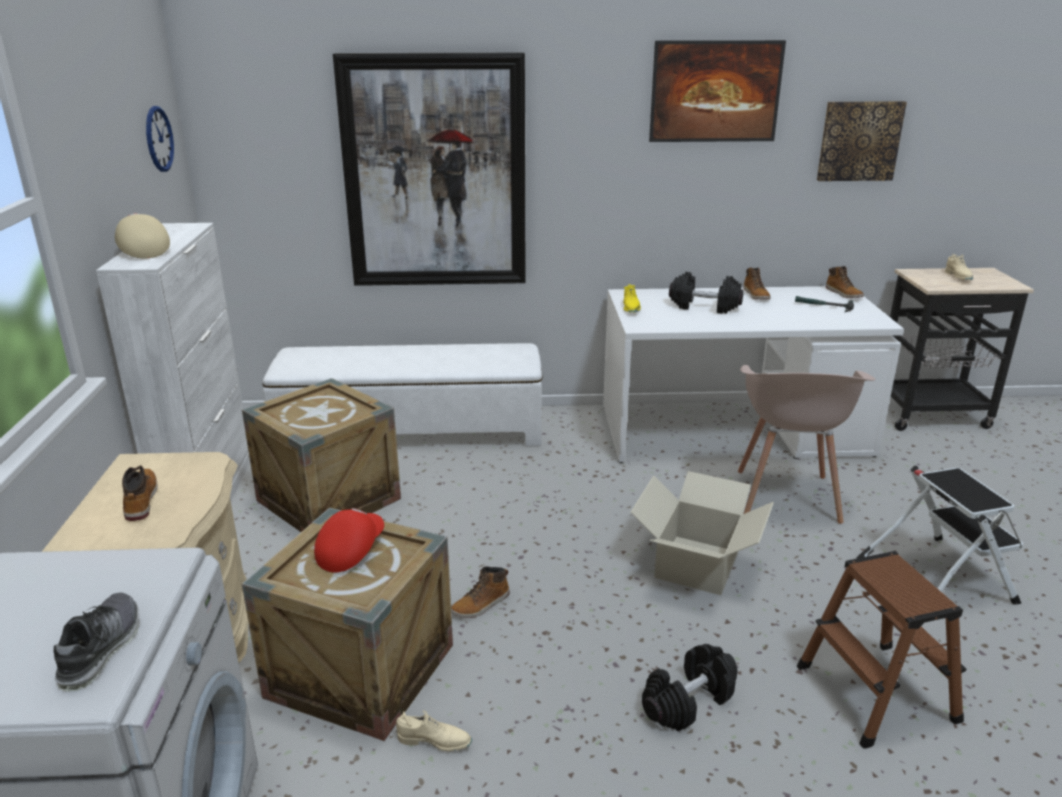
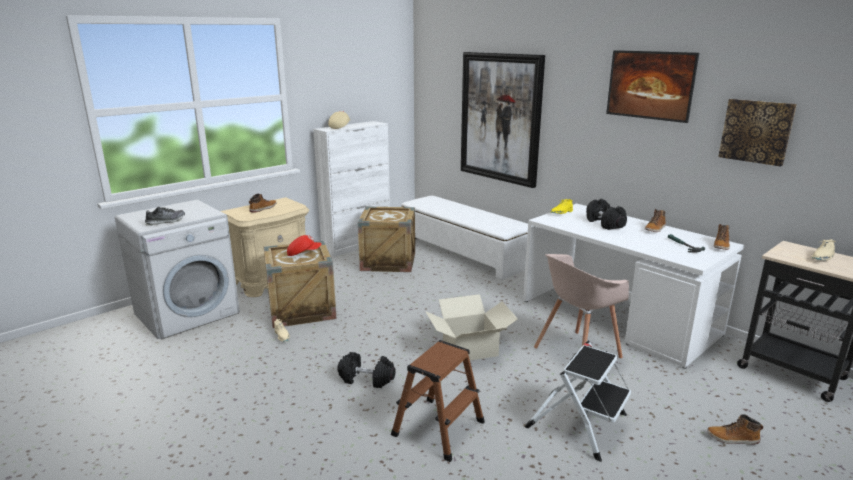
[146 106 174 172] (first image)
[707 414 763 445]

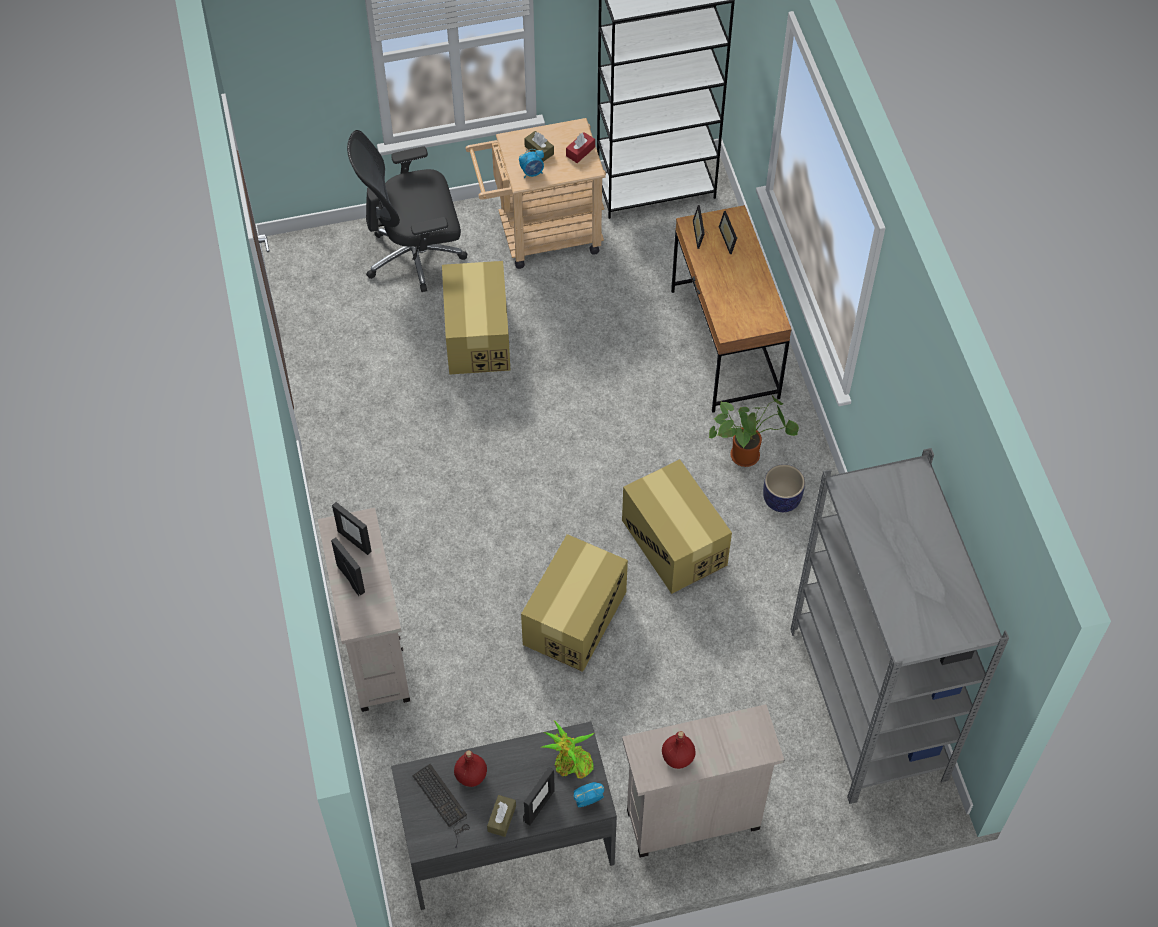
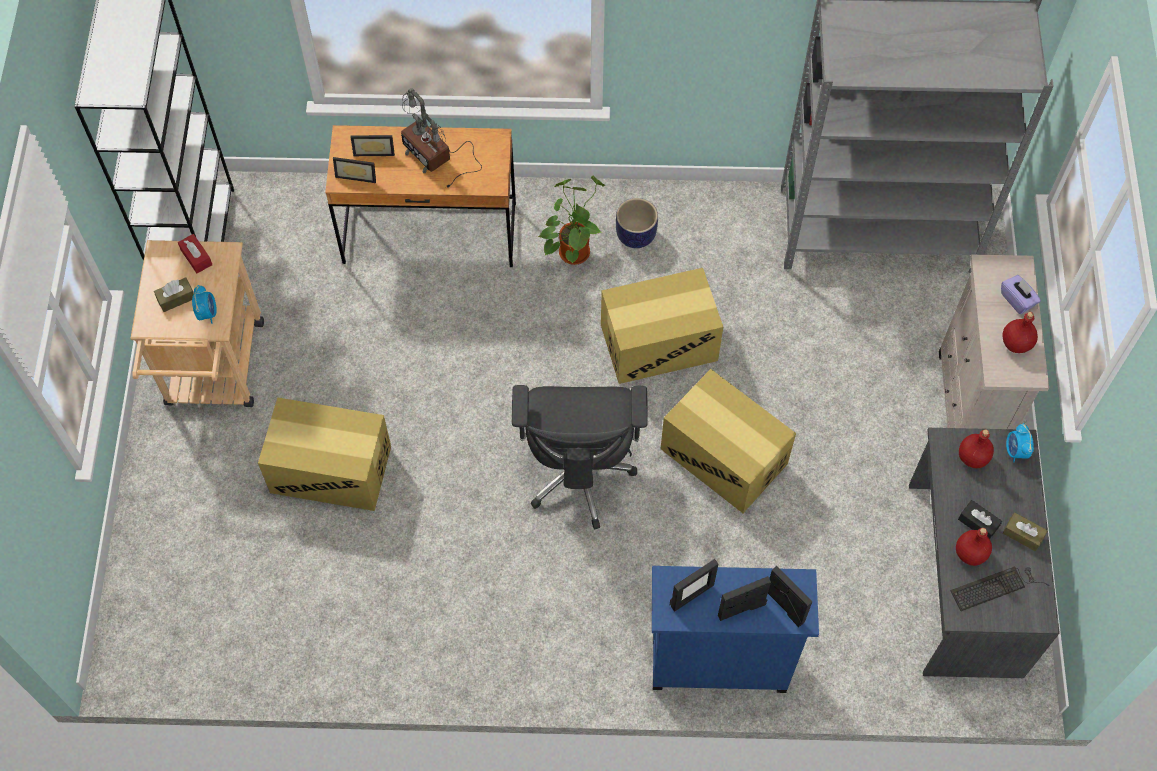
[512 385 648 529]
[652 566 819 693]
[959 429 994 468]
[768 566 813 627]
[401 88 482 188]
[1001 275 1041 314]
[958 500 1002 539]

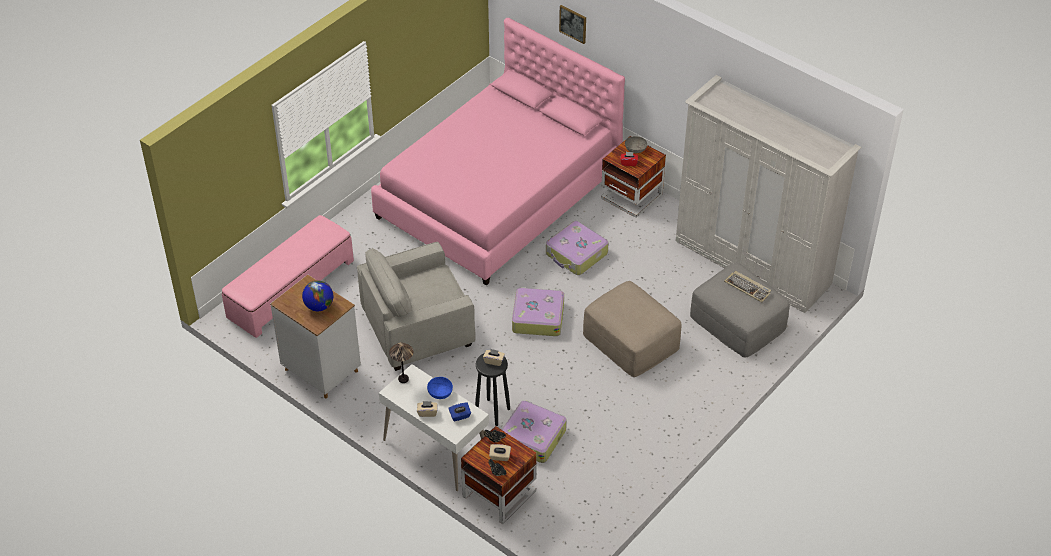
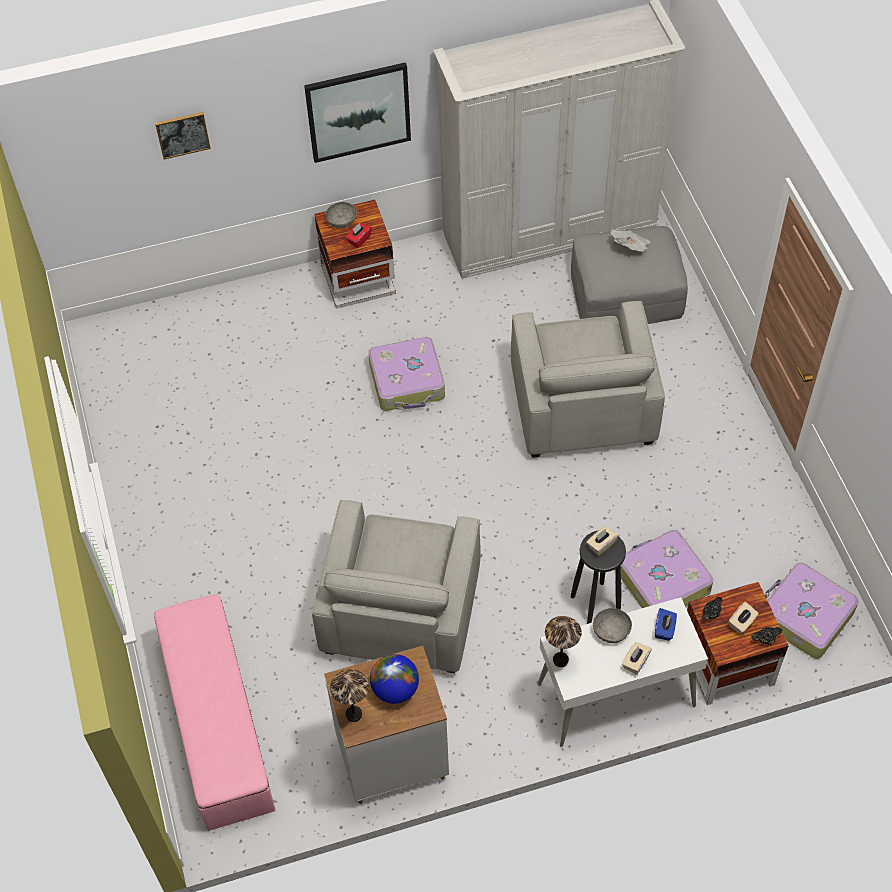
[371 18 625 286] (first image)
[611 229 650 252]
[511 301 665 458]
[765 562 859 659]
[593 608 632 643]
[304 62 411 163]
[330 669 369 722]

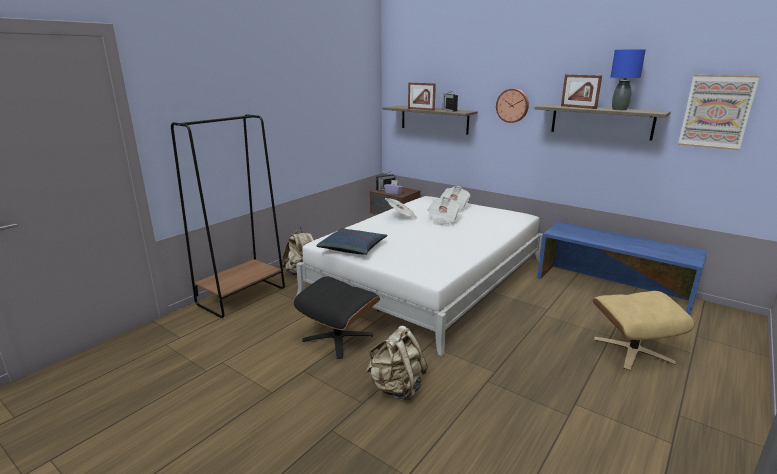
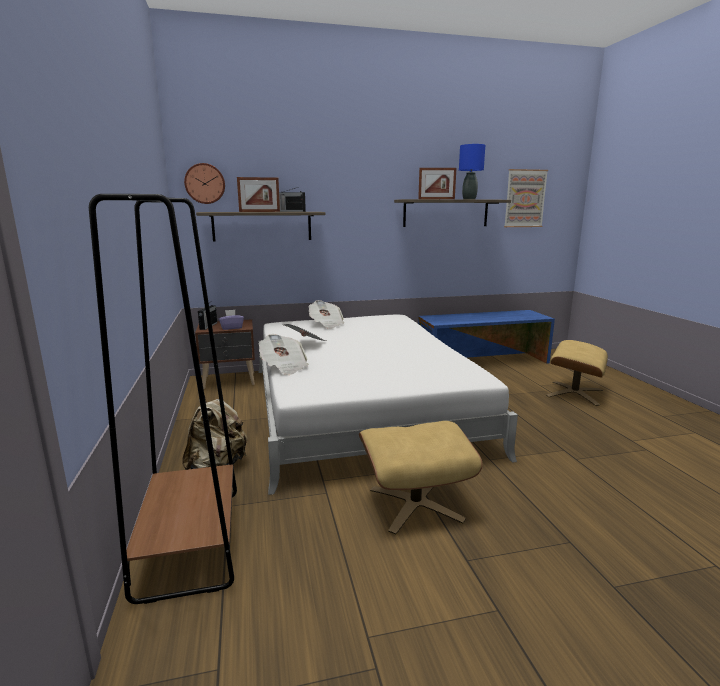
[184 163 225 204]
[258 334 309 375]
[316 228 387 255] (first image)
[359 421 483 535]
[366 325 428 402] (first image)

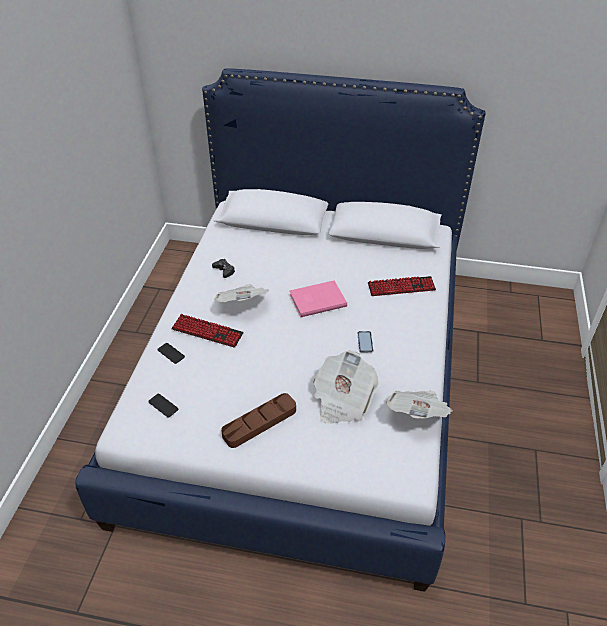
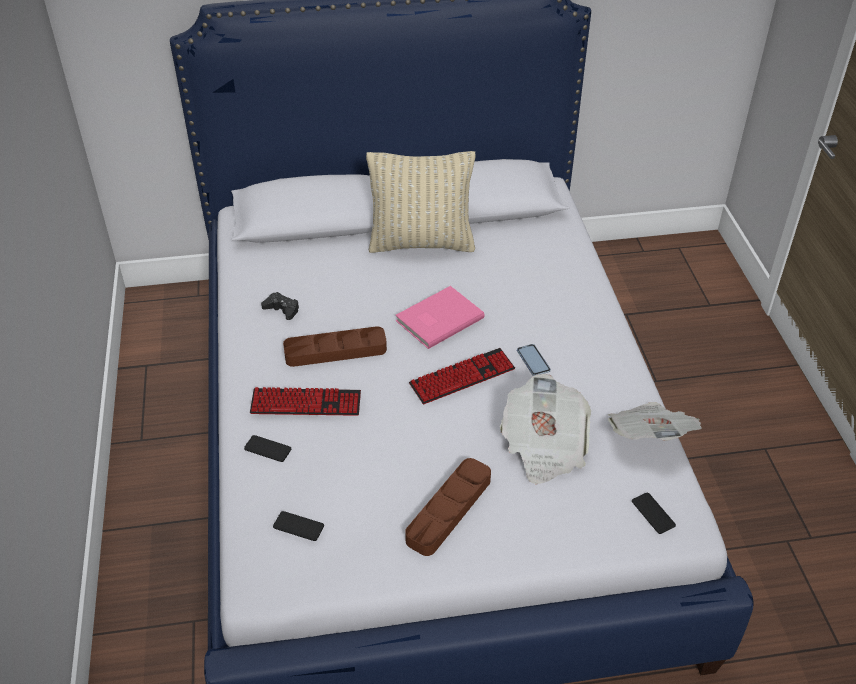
[409 348 515 404]
[283 326 387 367]
[366 151 476 253]
[632 493 676 534]

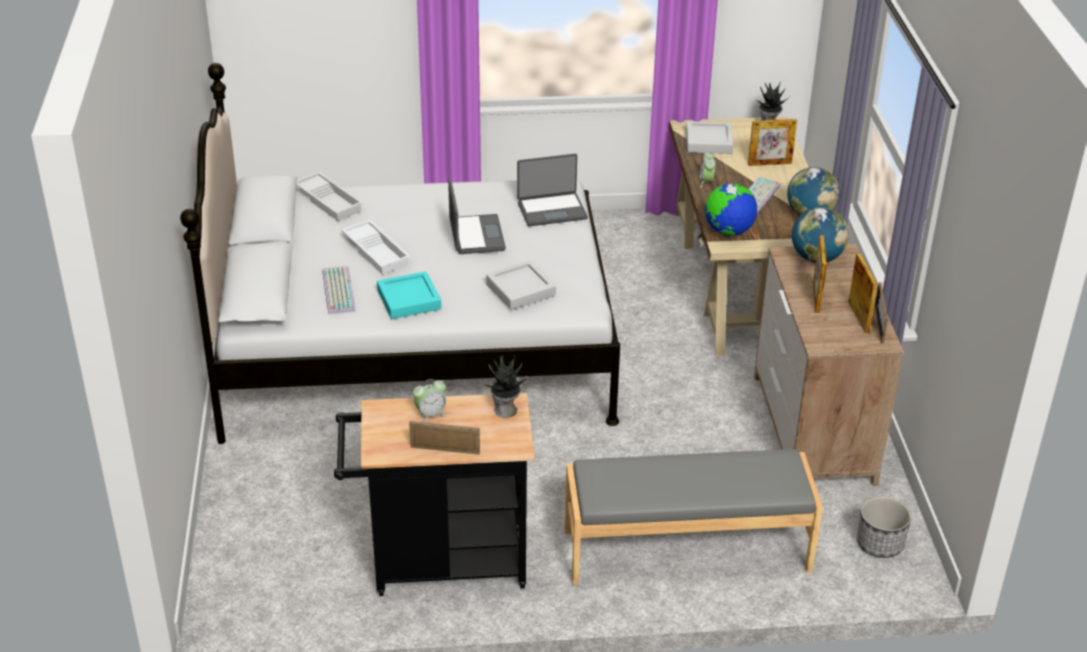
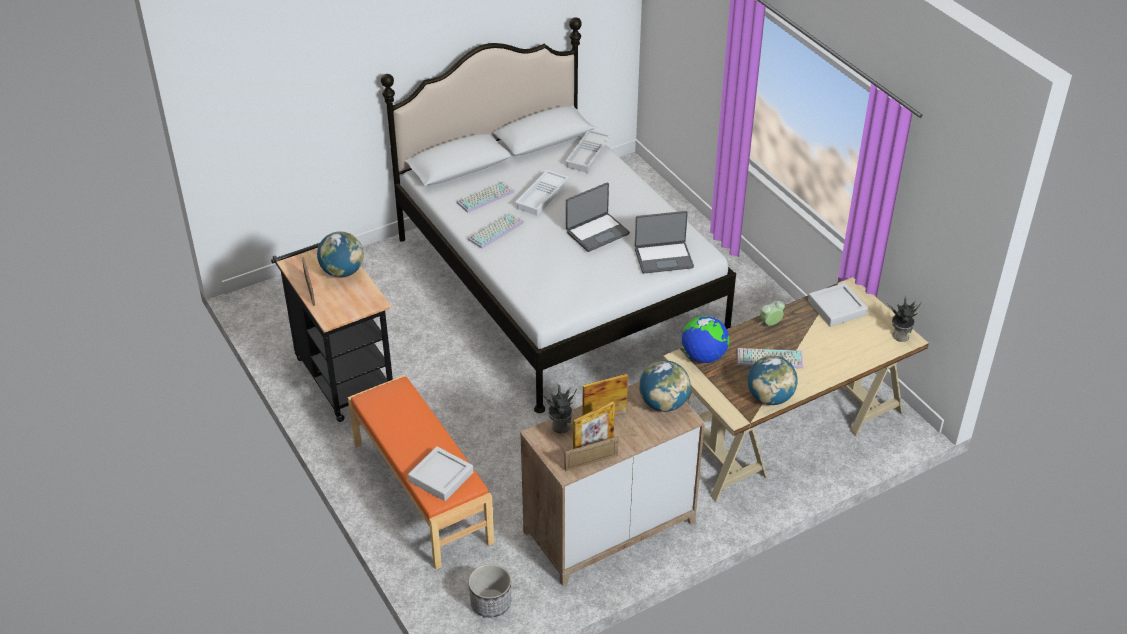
[748 119 797 166] (first image)
[635 211 694 274]
[408 446 473 501]
[468 213 524 249]
[540 384 577 433]
[317 232 364 278]
[348 375 494 569]

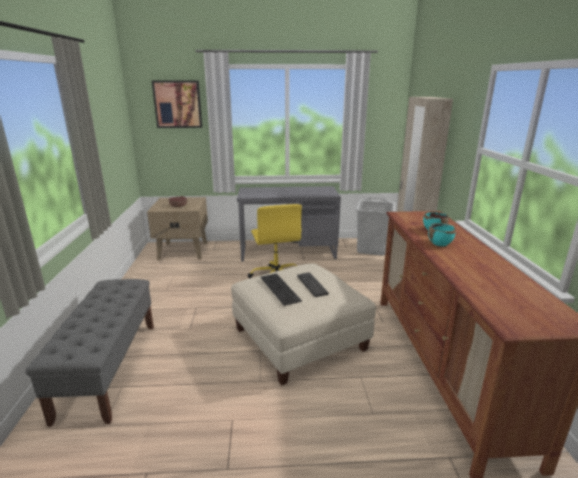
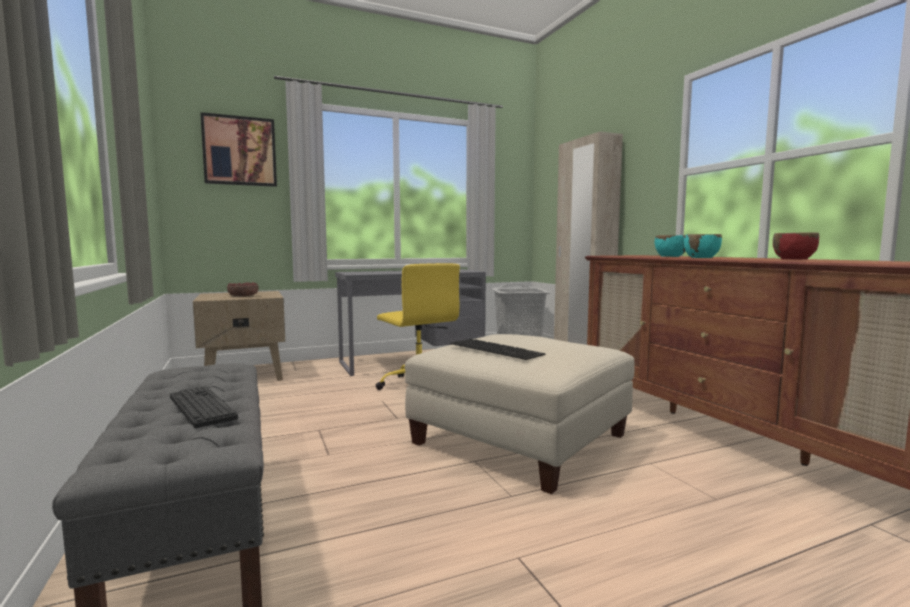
[170 386 238 428]
[773 232 819 259]

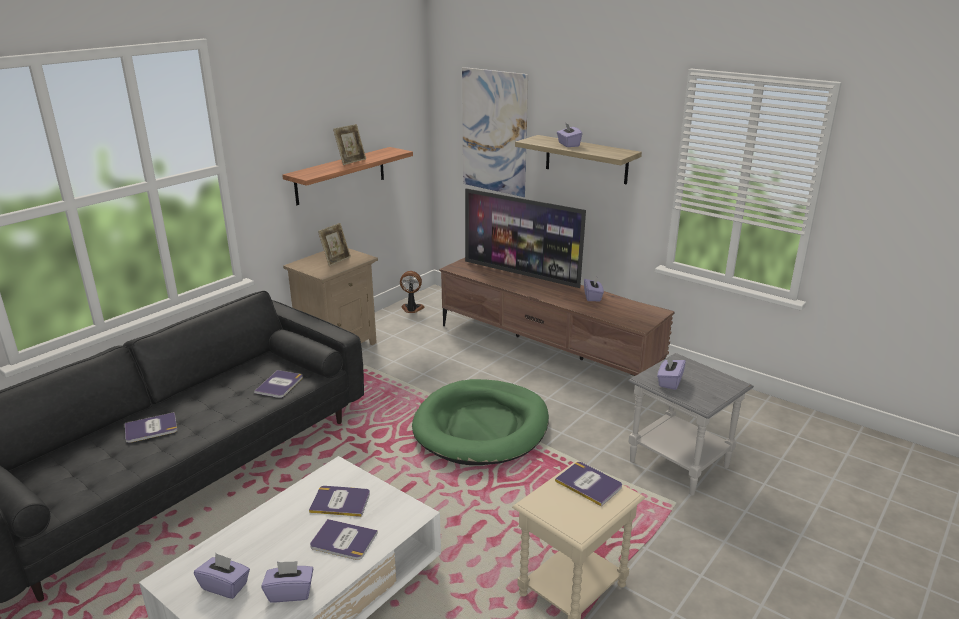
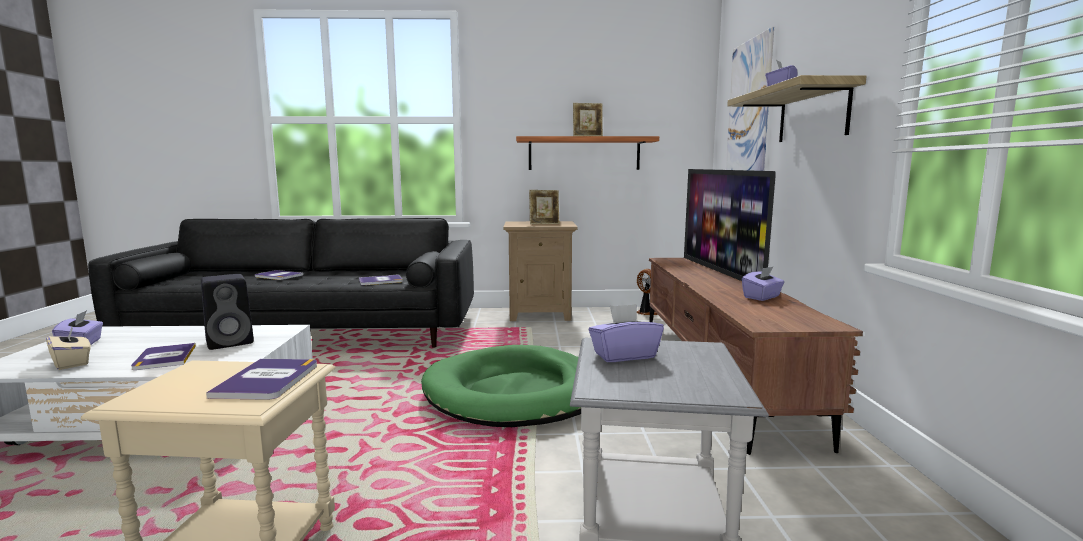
[201 274 254 350]
[46 327 91 370]

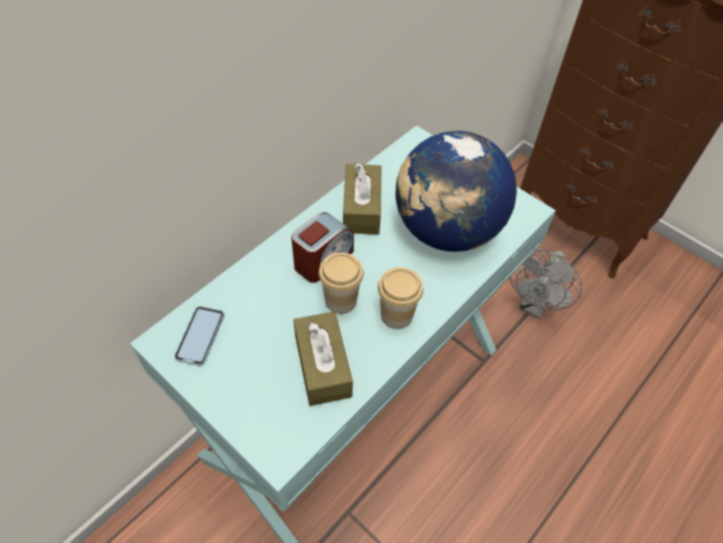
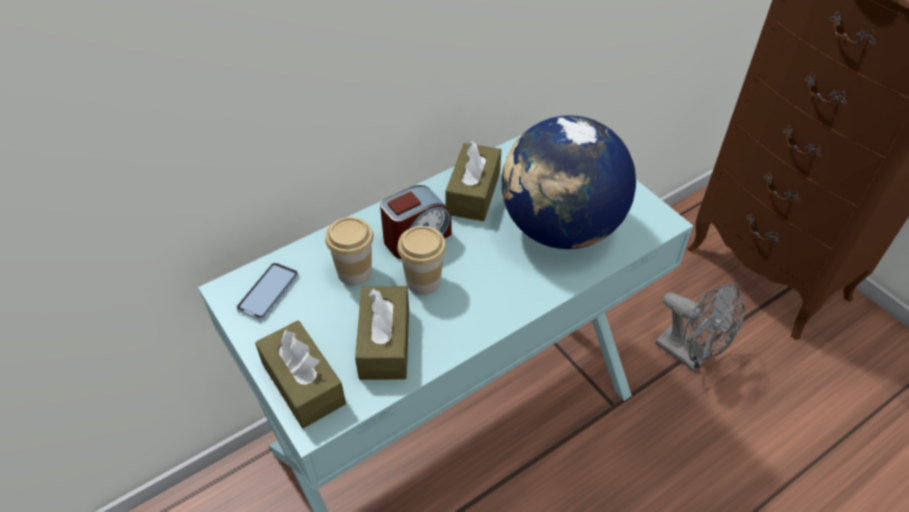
[655 283 745 372]
[325 217 374 286]
[255 320 346 429]

